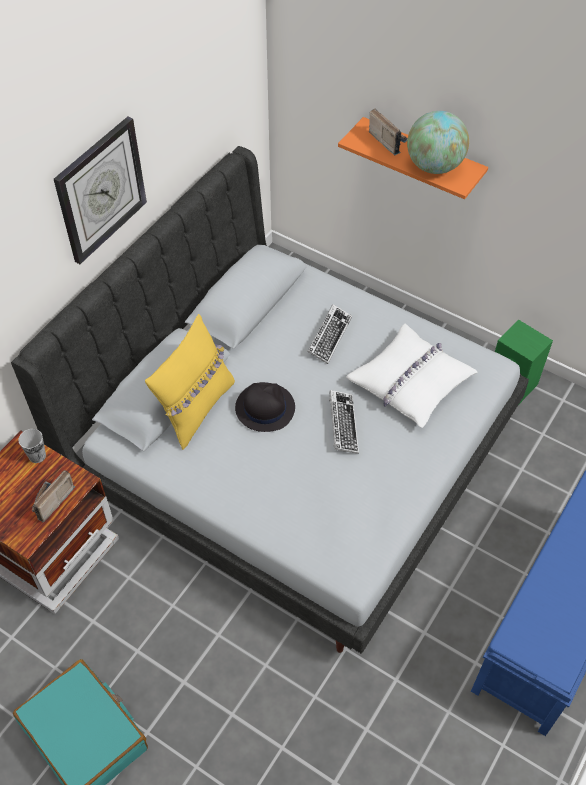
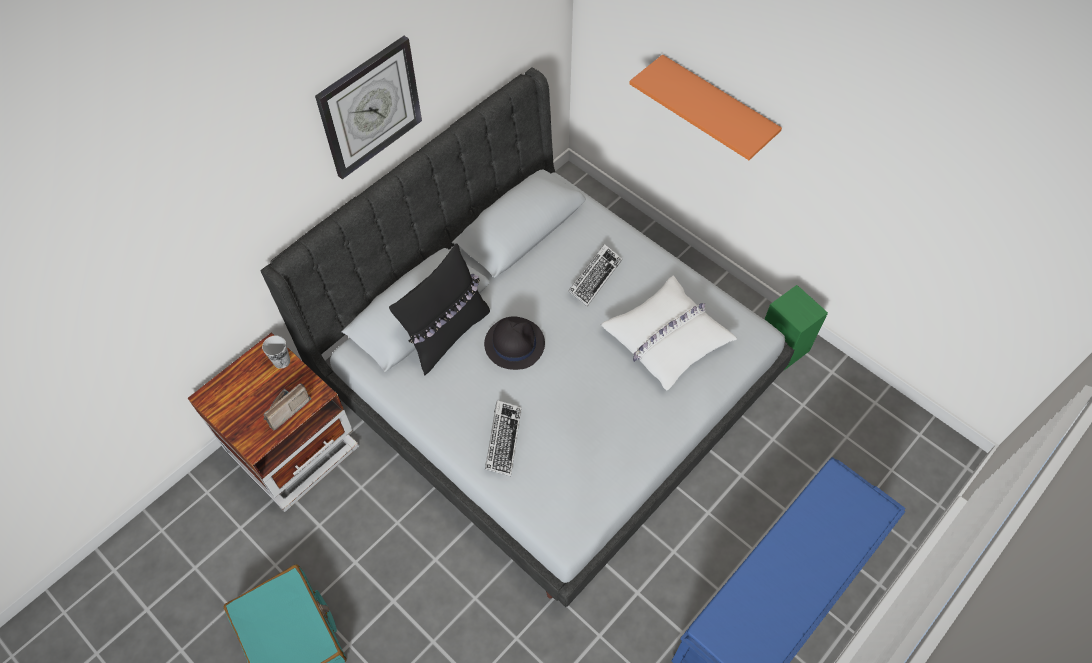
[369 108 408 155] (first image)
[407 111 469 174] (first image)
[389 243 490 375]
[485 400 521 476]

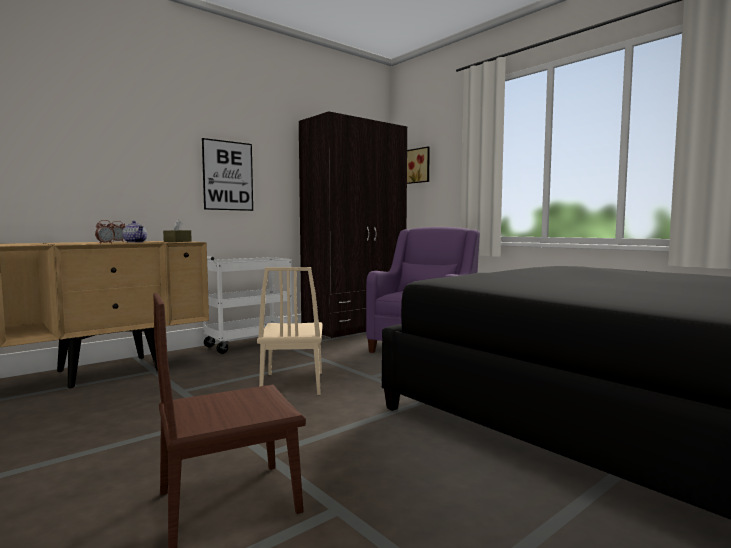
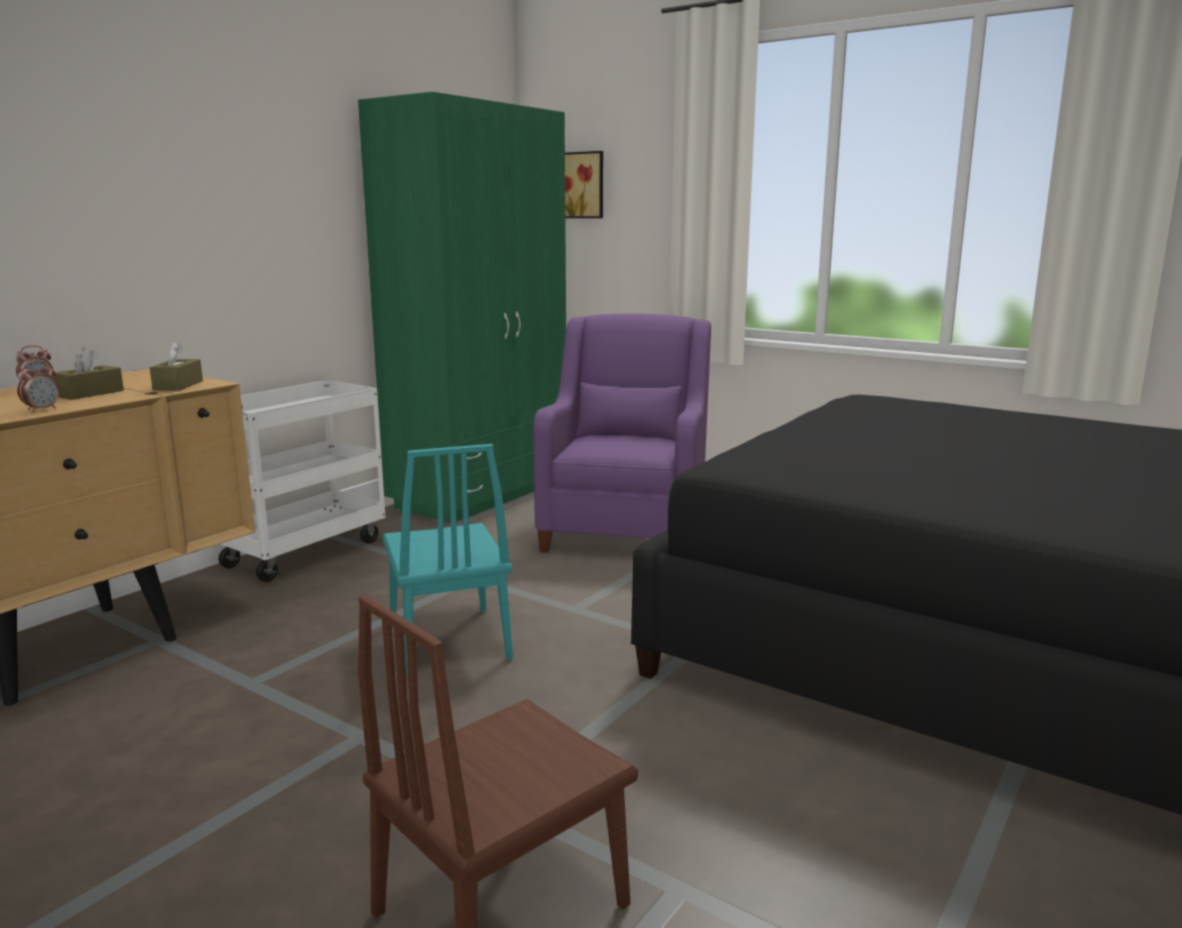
[358 92 566 523]
[202 138 253 211] (first image)
[52 347 124 400]
[383 444 513 677]

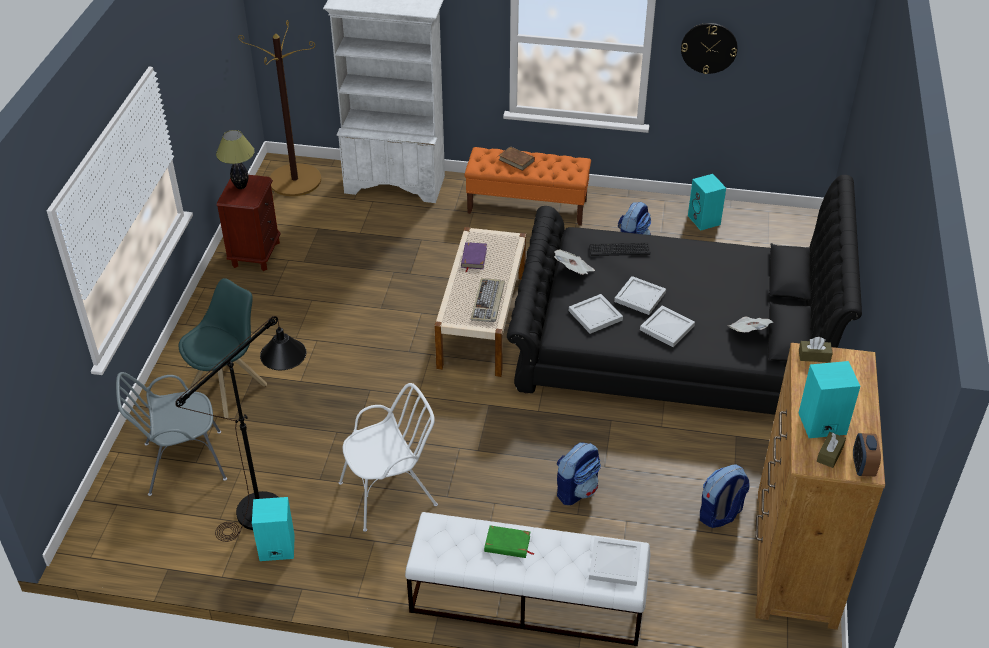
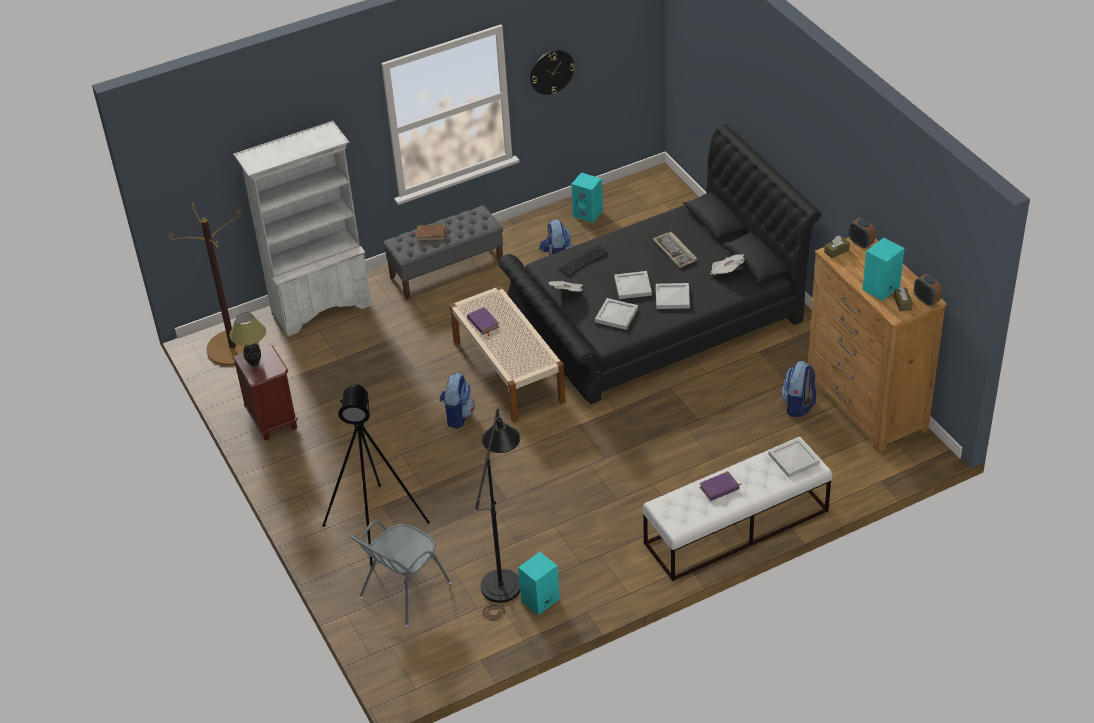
[383 206 503 300]
[322 384 430 566]
[653 232 697 268]
[339 383 438 532] (first image)
[439 373 475 429]
[700 471 742 501]
[849 218 876 248]

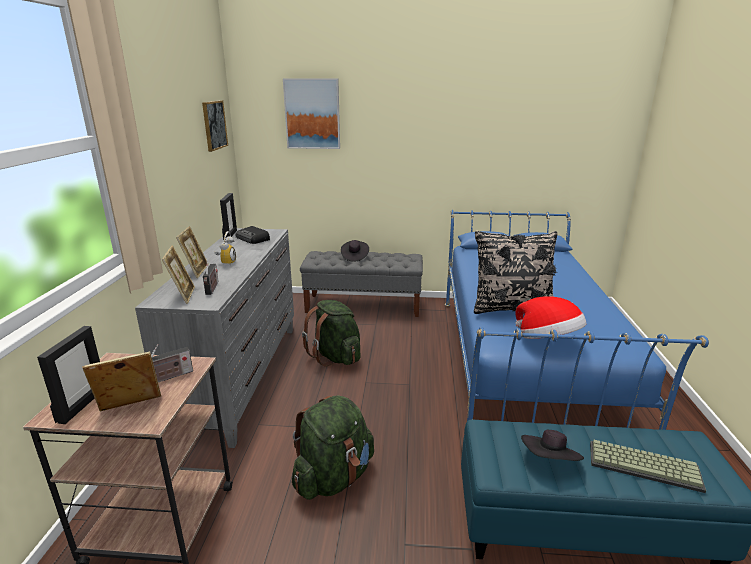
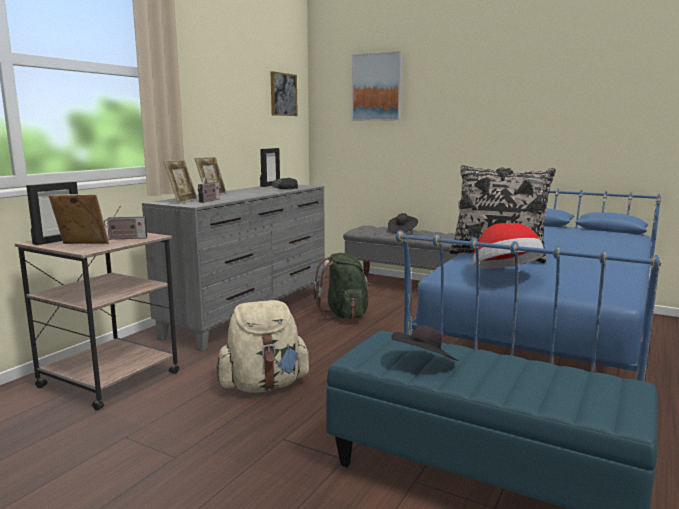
[214 231 236 265] (first image)
[216 300 311 393]
[590 440 706 493] (first image)

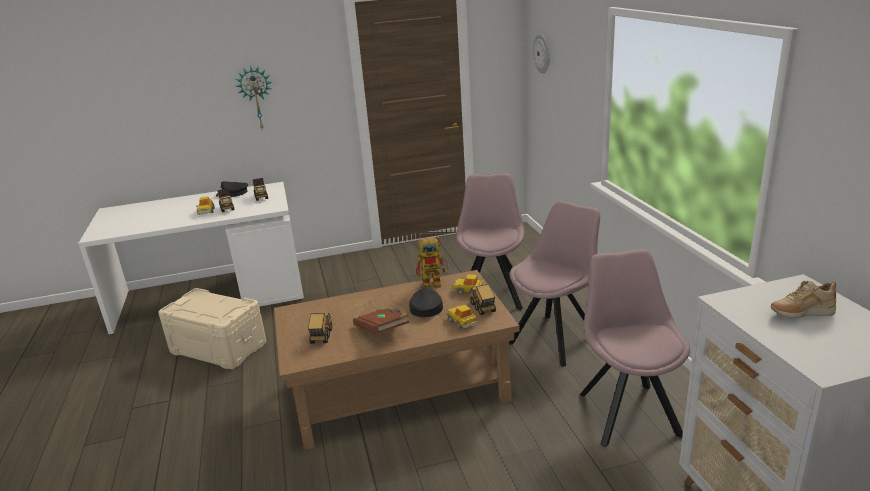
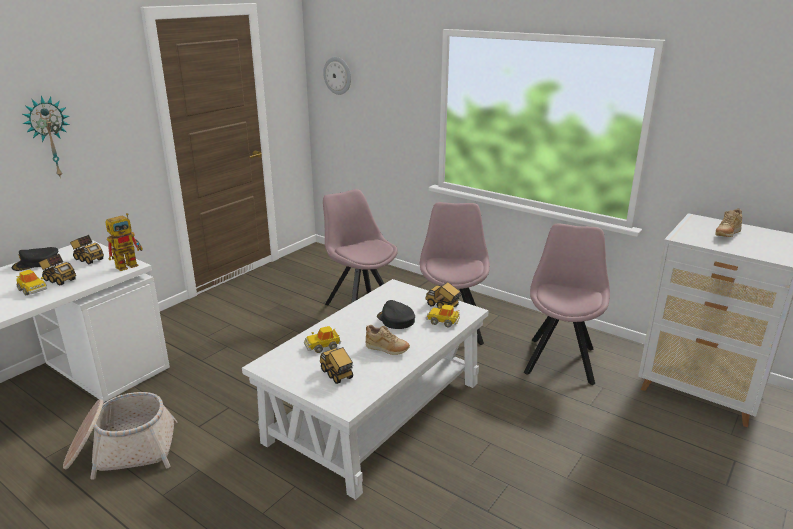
[105 213 143 271]
[524 223 610 385]
[242 279 489 500]
[304 326 341 353]
[63 392 178 480]
[366 325 410 355]

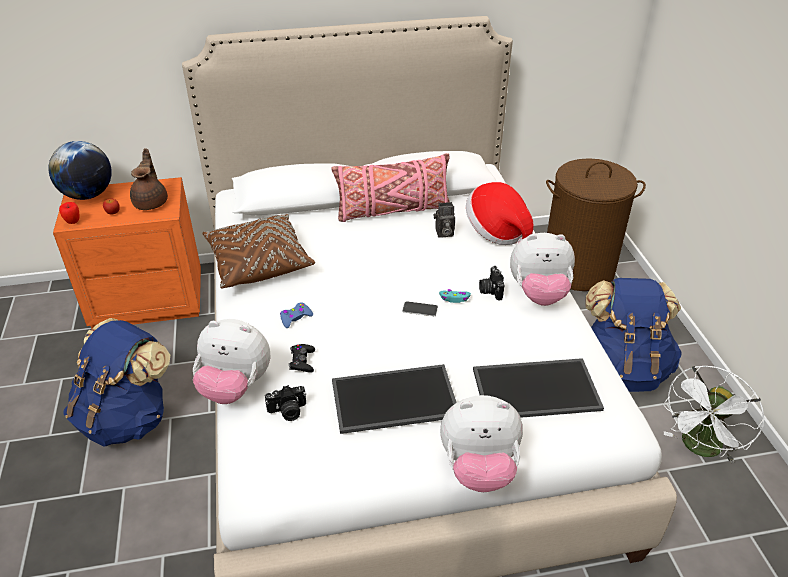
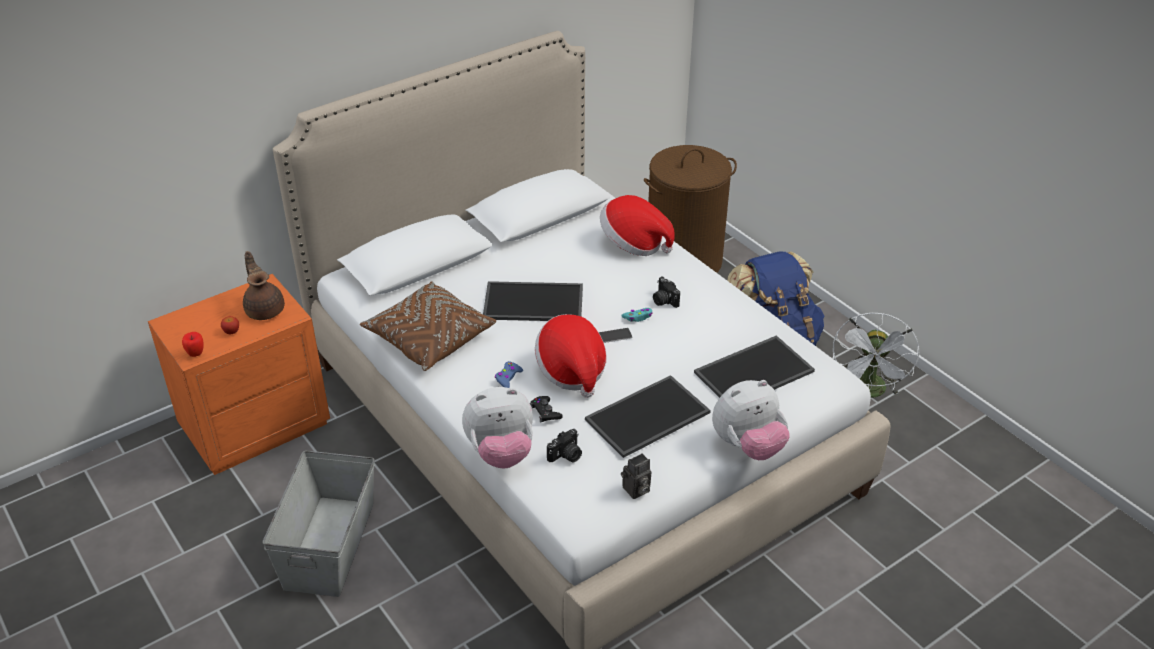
[48 141 112 200] (first image)
[331 153 450 222] (first image)
[621 453 651 499]
[510 233 575 306] (first image)
[262 451 375 597]
[483 281 583 321]
[535 314 607 398]

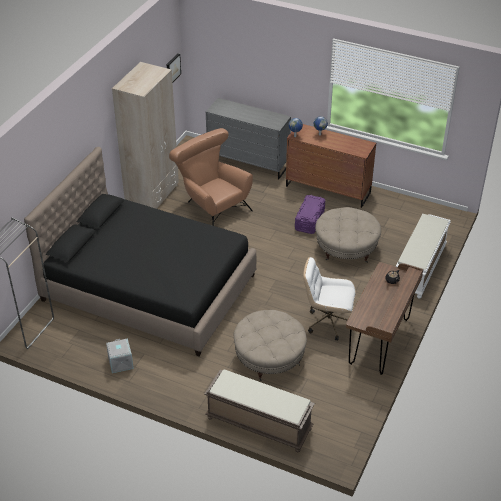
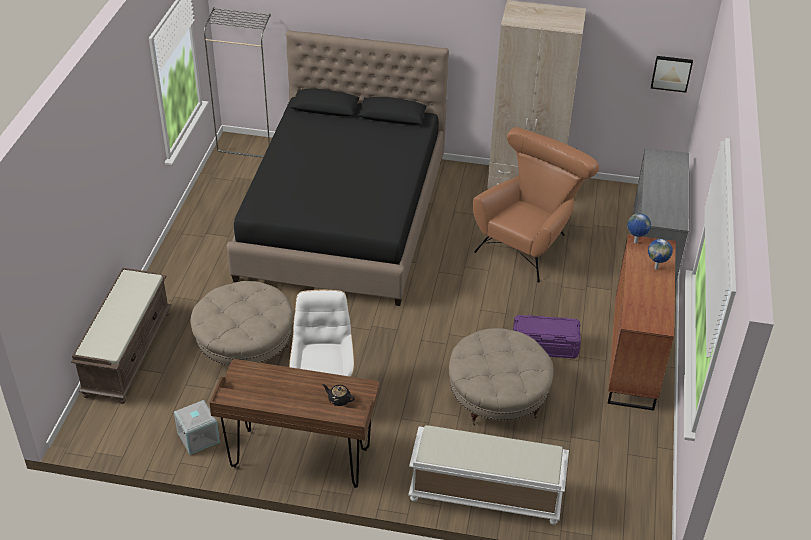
[174 400 220 455]

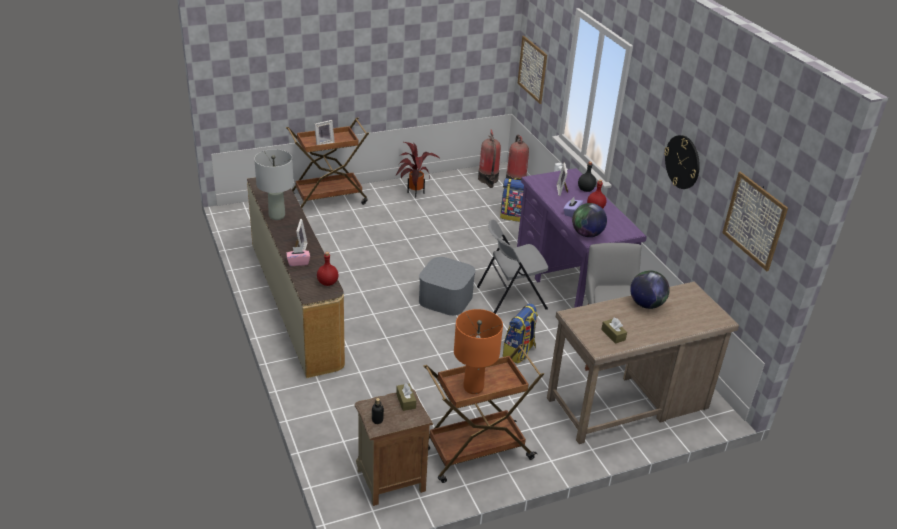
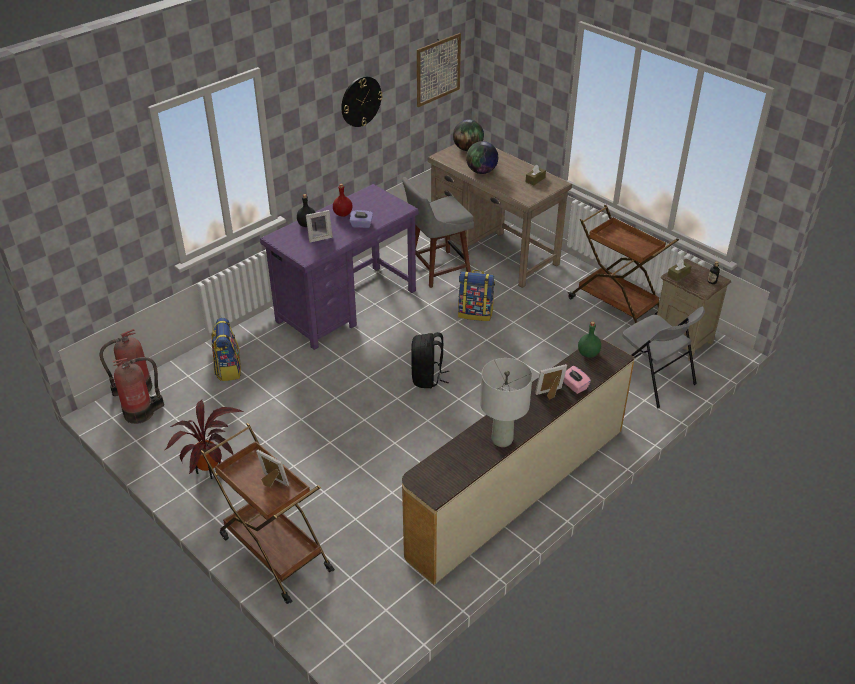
[517 36 547 104] (first image)
[453 119 484 151]
[622 307 705 409]
[578 321 601 358]
[411 332 449 388]
[454 309 503 394] (first image)

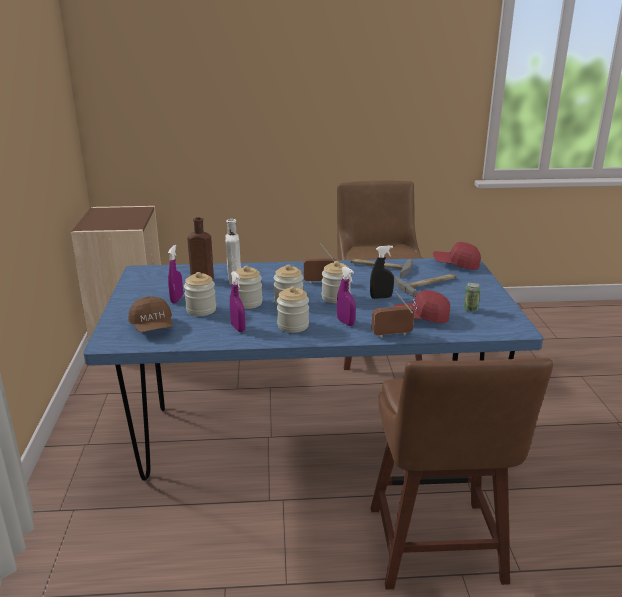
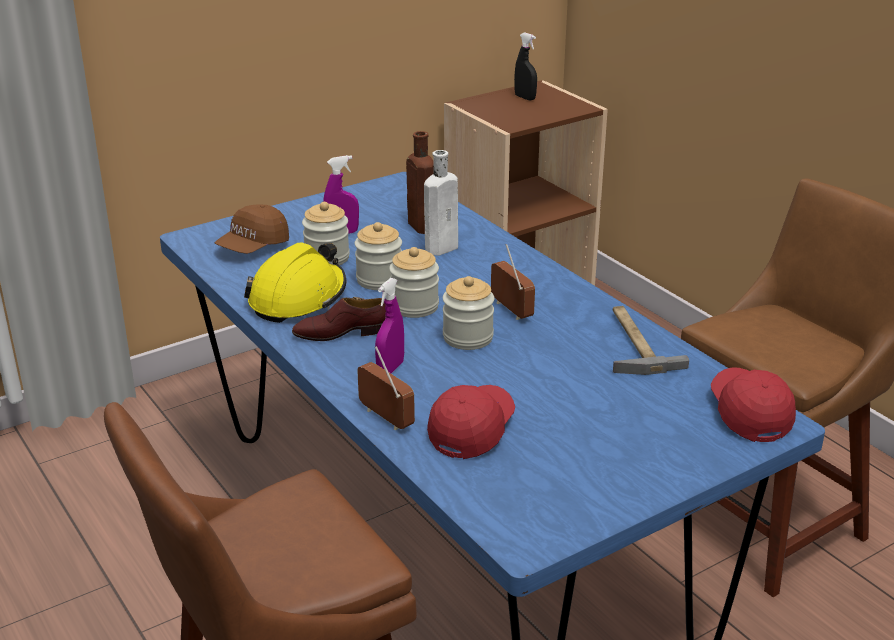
[514 32 537 100]
[244 242 346 323]
[394 274 456 297] (first image)
[463 282 481 312] (first image)
[292 297 386 341]
[427 385 515 459]

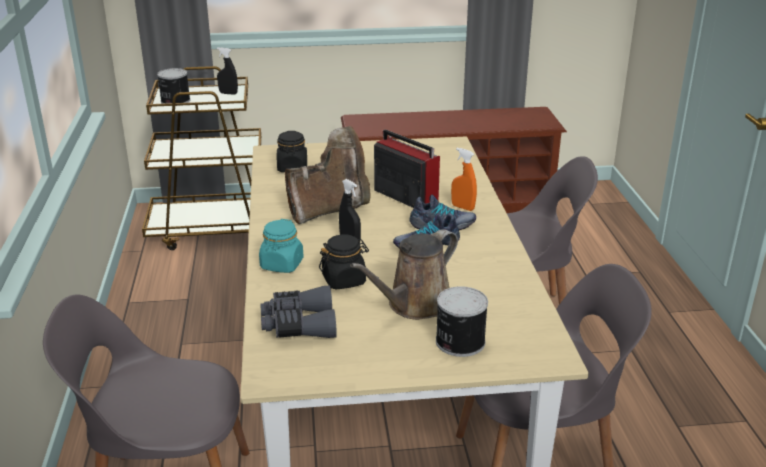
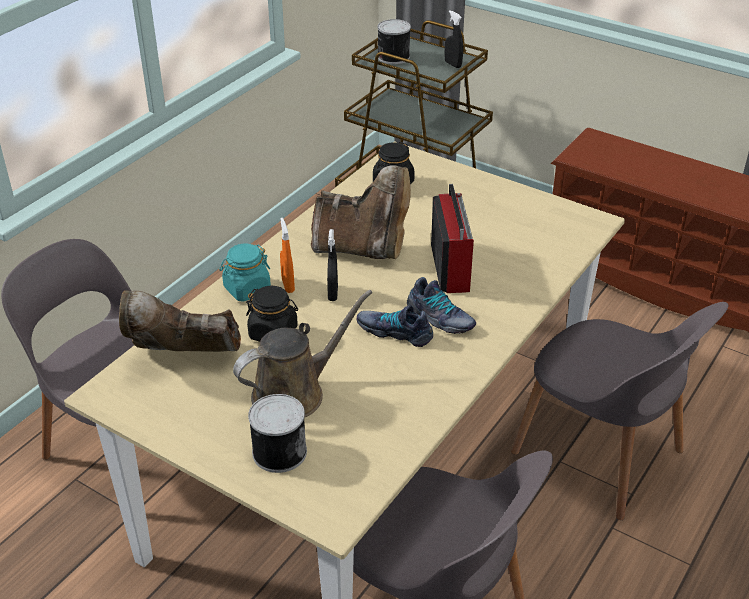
[280 218 295 293]
[233 290 373 418]
[119 290 241 352]

